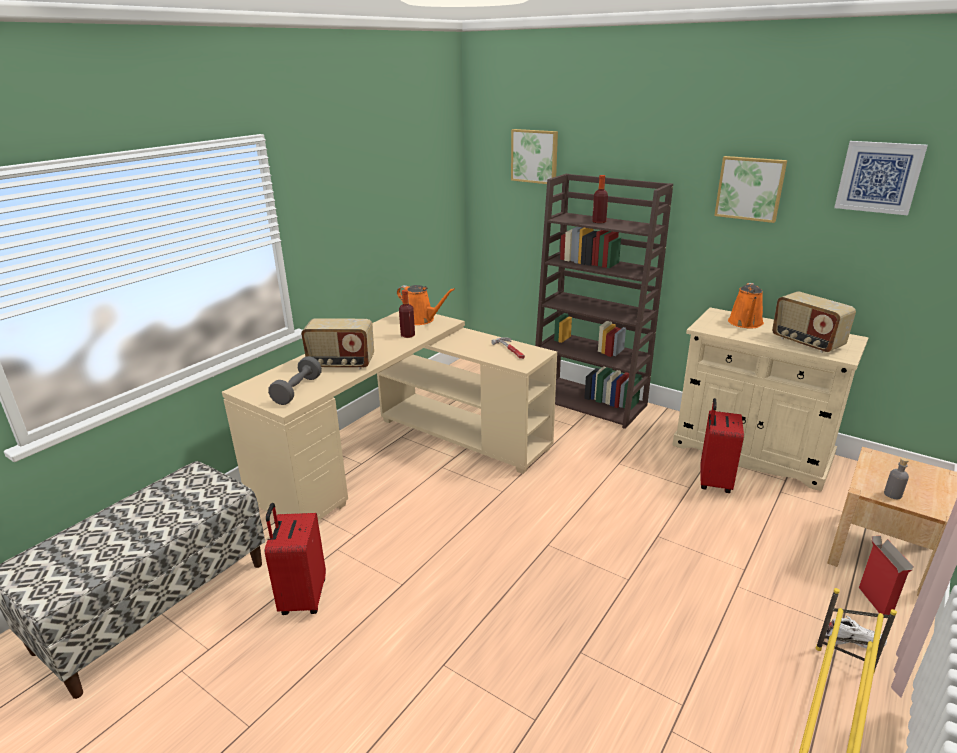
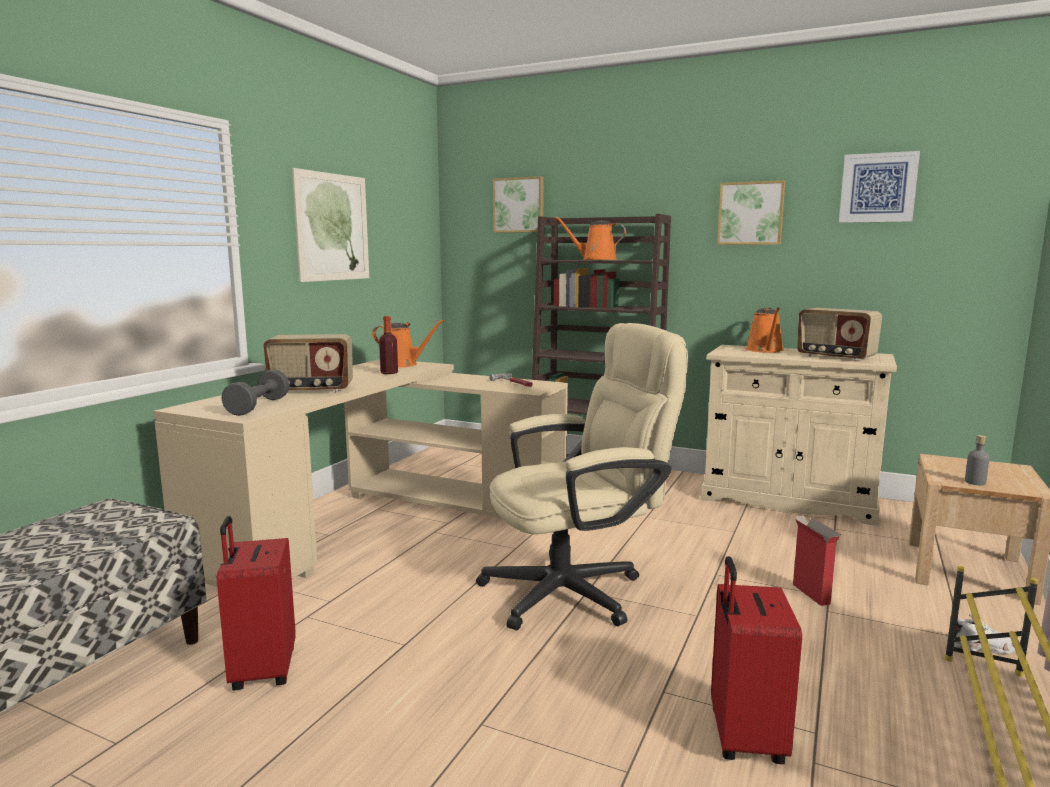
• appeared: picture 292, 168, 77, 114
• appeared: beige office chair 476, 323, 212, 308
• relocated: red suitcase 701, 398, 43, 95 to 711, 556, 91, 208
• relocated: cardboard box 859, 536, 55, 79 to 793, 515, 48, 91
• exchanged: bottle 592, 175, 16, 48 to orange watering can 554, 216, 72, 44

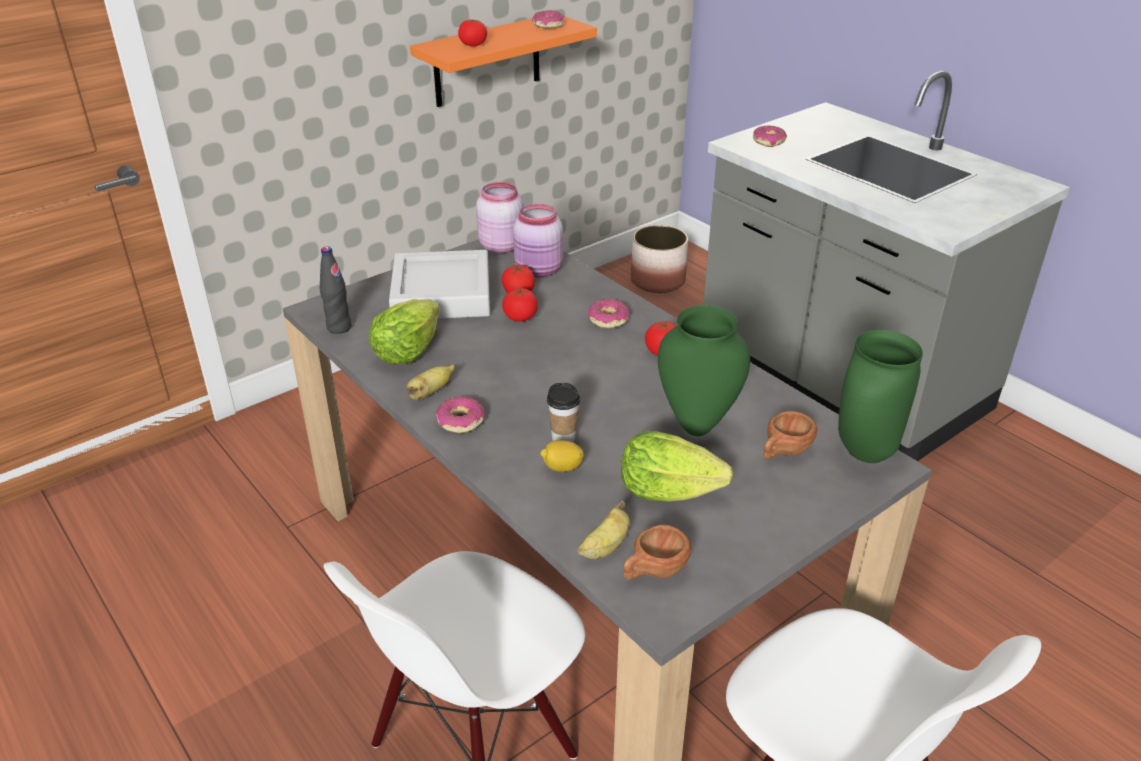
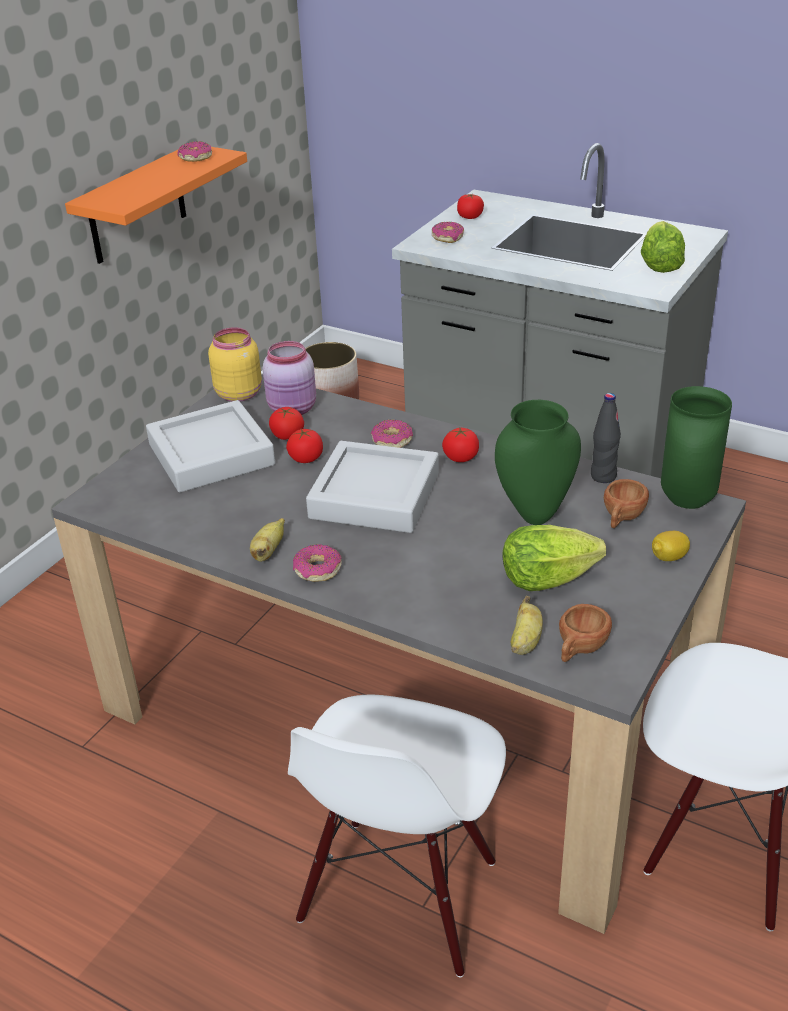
• missing: cup 547, 383, 33, 59
• appeared: grey tray 306, 441, 133, 92
• relocated: black bottle 320, 246, 31, 88 to 591, 393, 30, 90
• relocated: lettuce 369, 299, 71, 66 to 641, 221, 44, 52
• relocated: tomato 458, 19, 29, 27 to 457, 194, 27, 25
• relocated: lemon 540, 440, 44, 32 to 652, 531, 38, 30
• colour: pink jar 476, 182, 48, 71 to yellow jar 208, 327, 54, 75

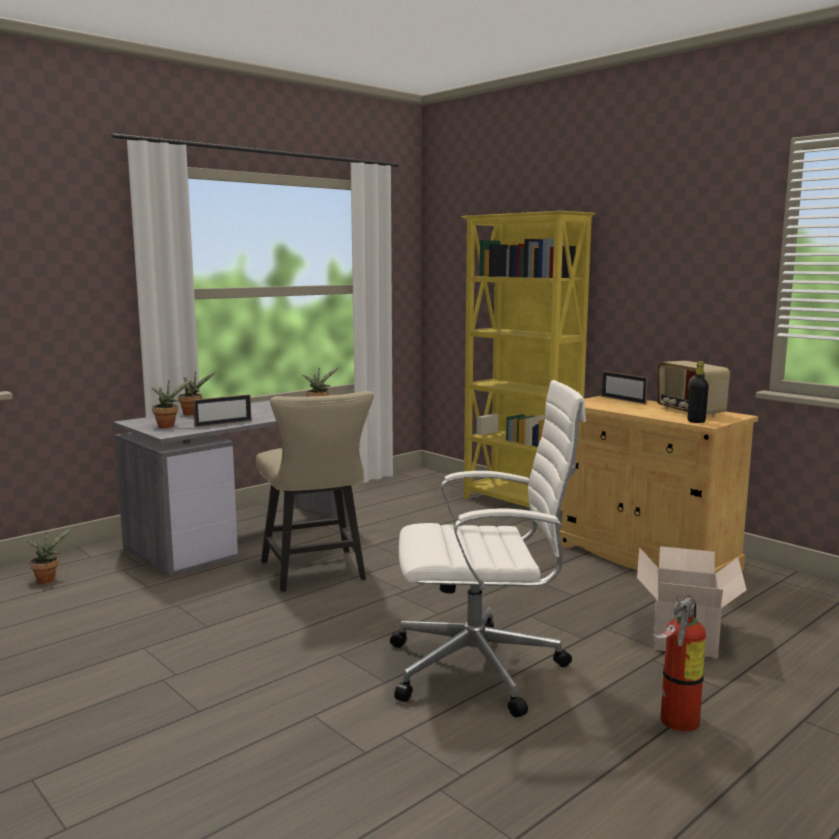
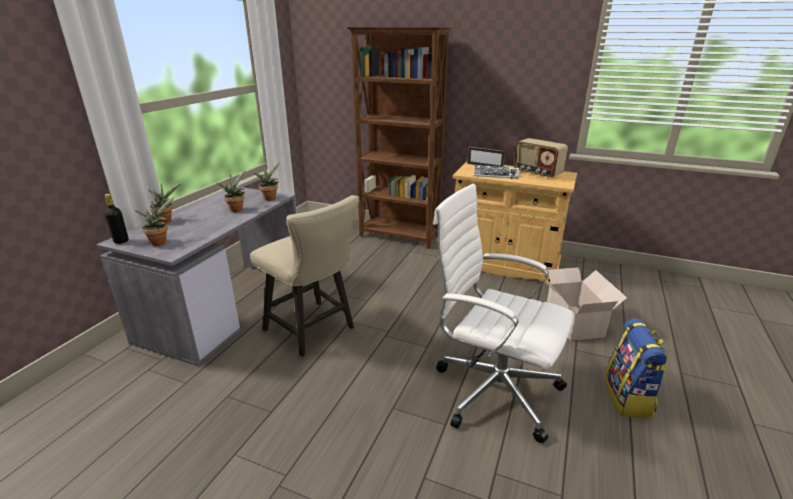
• missing: picture frame 193, 394, 58, 33
• appeared: keyboard 473, 165, 46, 14
• relocated: potted plant 27, 528, 45, 55 to 217, 170, 29, 42
• relocated: black bottle 688, 361, 21, 62 to 104, 194, 24, 50
• exchanged: fire extinguisher 650, 595, 56, 137 to backpack 604, 319, 64, 99
• colour: yellow bookcase 462, 211, 134, 300 to brown bookcase 347, 27, 105, 222
• spun: white office chair 390, 380, 196, 338 = 433, 184, 141, 260 120 degrees counterclockwise

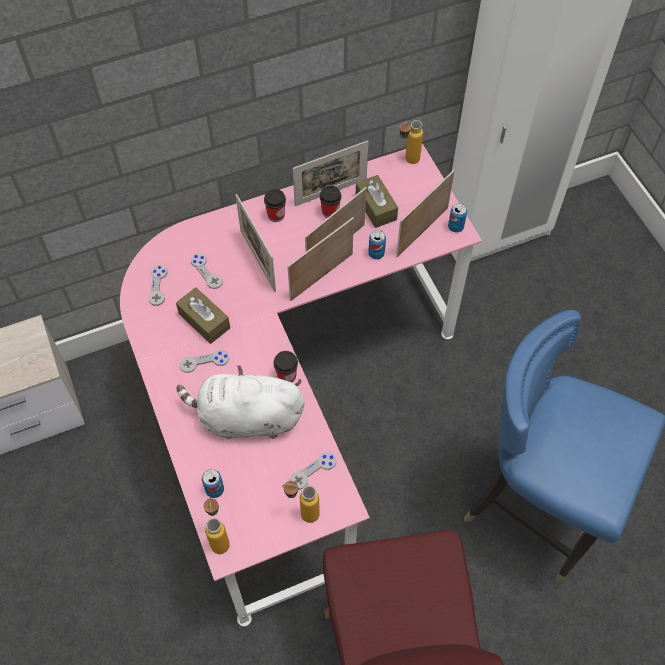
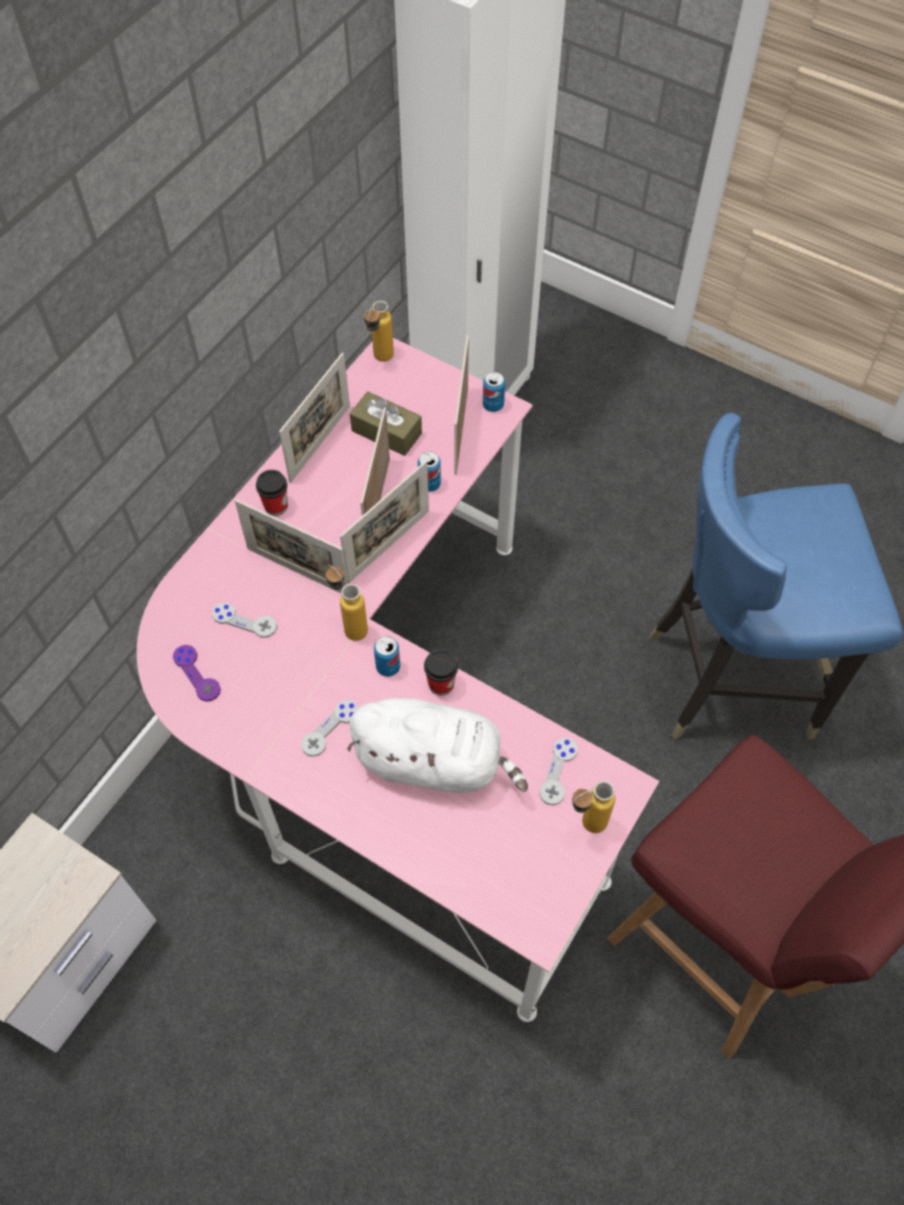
• missing: brown tissue box 176, 287, 54, 57
• missing: cup 320, 185, 21, 33
• relocated: can 202, 469, 22, 29 to 374, 636, 26, 41
• relocated: bottle 204, 497, 26, 57 to 326, 565, 42, 76
• colour: grey game controller 148, 265, 20, 41 to purple game controller 173, 645, 48, 57
• spun: white plush toy 177, 365, 127, 74 = 347, 698, 181, 95 135 degrees counterclockwise
• spun: picture frame 287, 217, 67, 84 = 340, 461, 89, 123 150 degrees counterclockwise

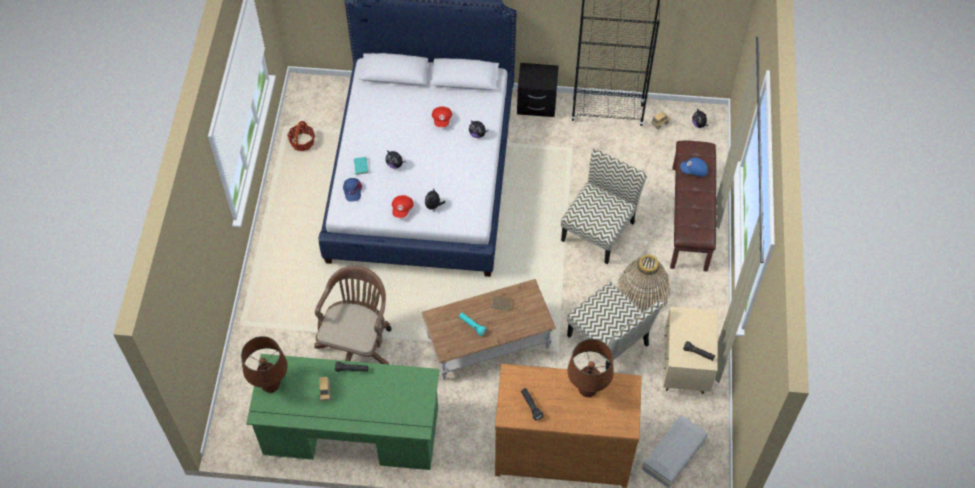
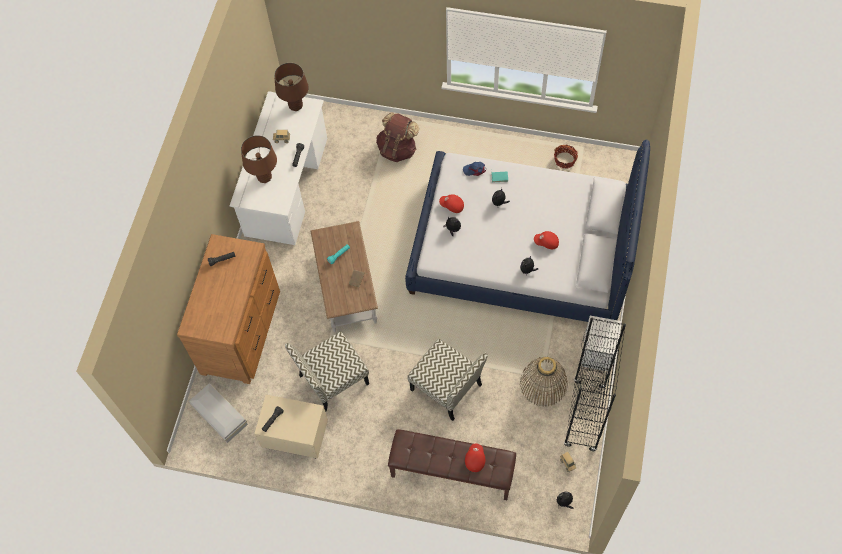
• missing: brown office chair 314, 266, 78, 99
• appeared: brown backpack 376, 112, 43, 50
• relocated: brown table lamp 568, 339, 46, 58 to 241, 135, 36, 48
• relocated: basket 617, 255, 53, 57 to 520, 357, 48, 50
• colour: green desk 246, 354, 194, 116 to white desk 230, 91, 97, 154
• colour: black nightstand 517, 63, 42, 54 to white nightstand 581, 316, 40, 56
• colour: blue cap 680, 157, 28, 20 to red cap 465, 443, 20, 29

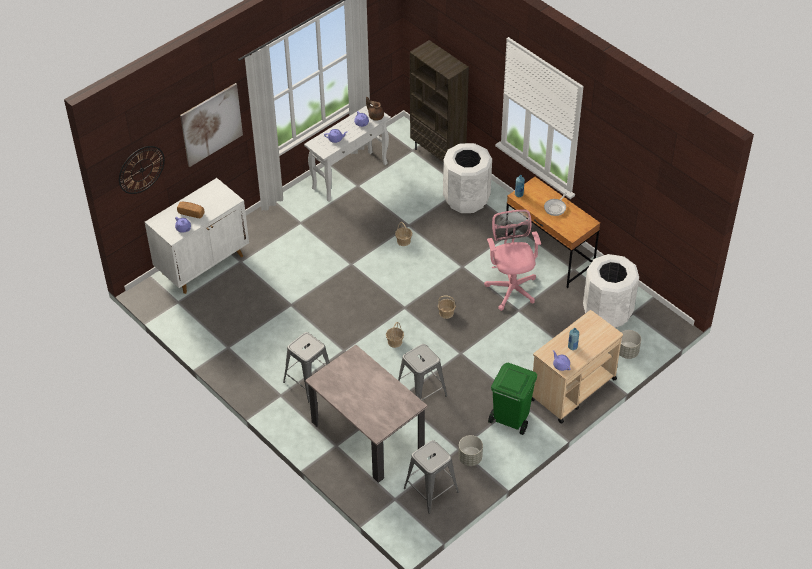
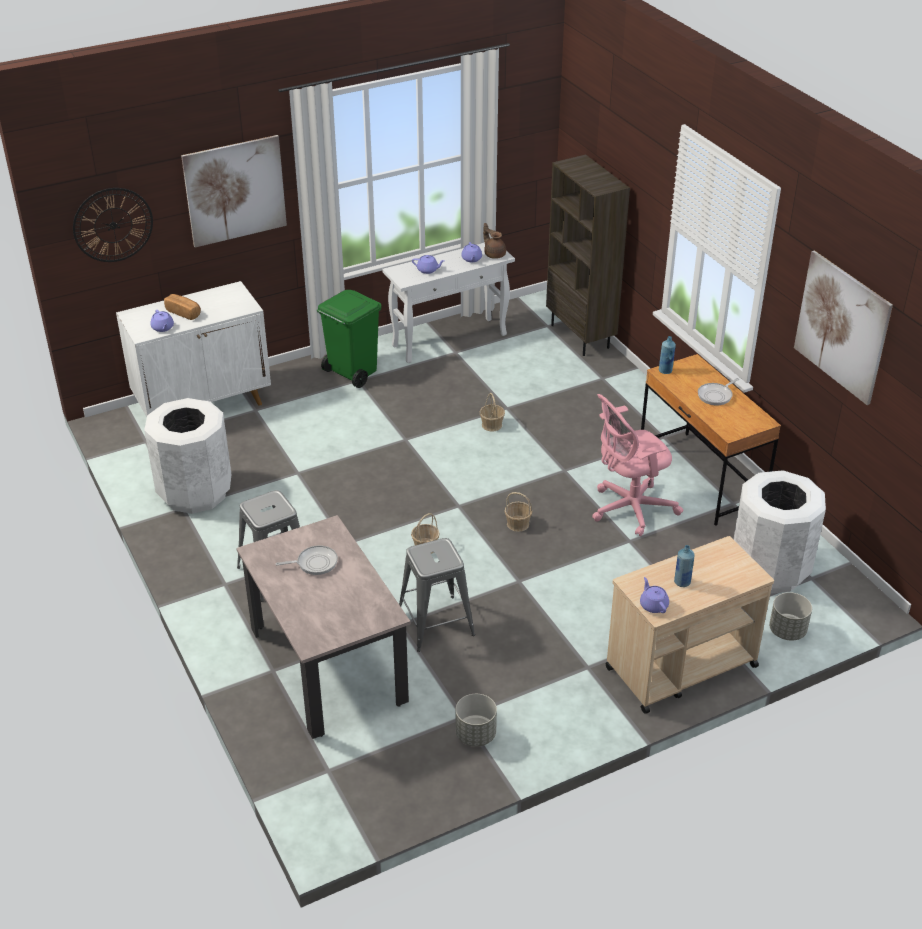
• missing: grey stool 404, 440, 55, 74
• appeared: frying pan 276, 545, 62, 30
• appeared: picture 794, 250, 99, 155
• relocated: white trash can 443, 143, 49, 70 to 144, 398, 88, 116
• relocated: green trash can 488, 363, 49, 72 to 317, 290, 64, 98
• spun: pink office chair 484, 209, 57, 102 = 592, 394, 91, 142 120 degrees counterclockwise

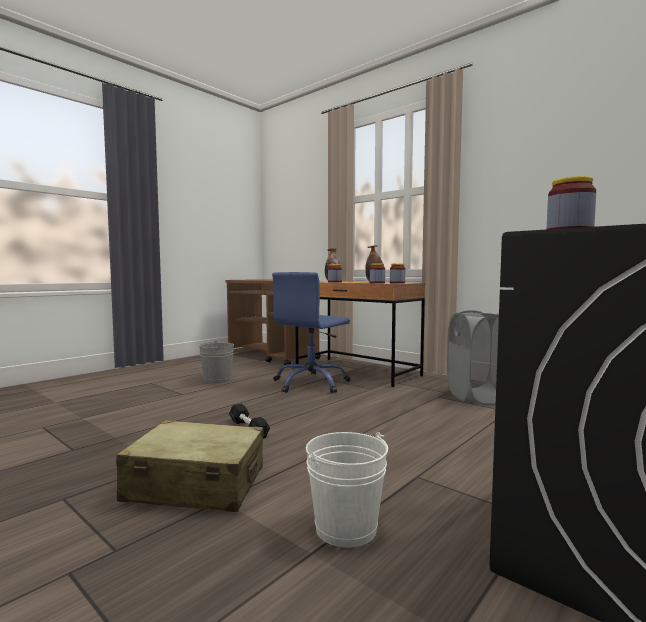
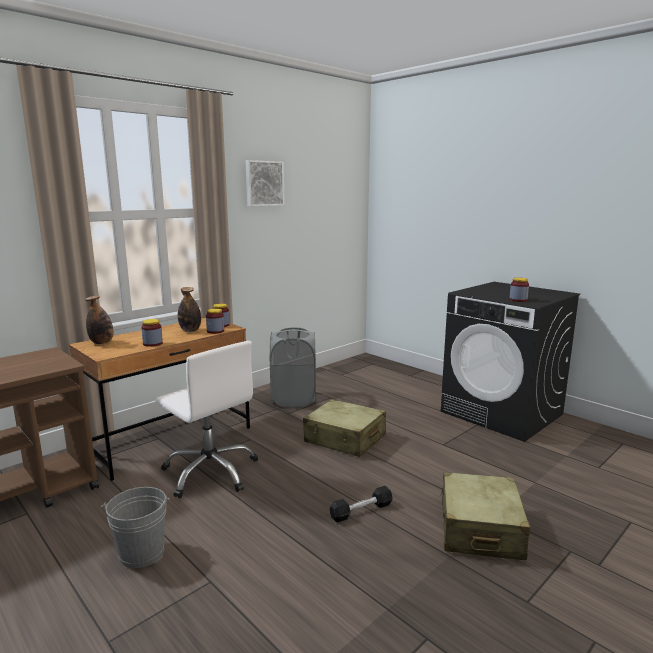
• missing: white bucket 306, 432, 82, 116
• appeared: picture 246, 160, 39, 46
• appeared: beige suitcase 303, 399, 83, 58
• colour: blue office chair 272, 272, 79, 121 to white office chair 155, 341, 103, 157

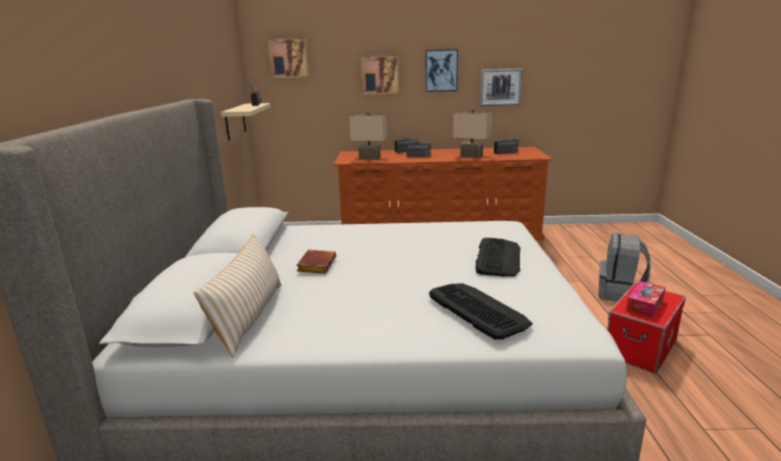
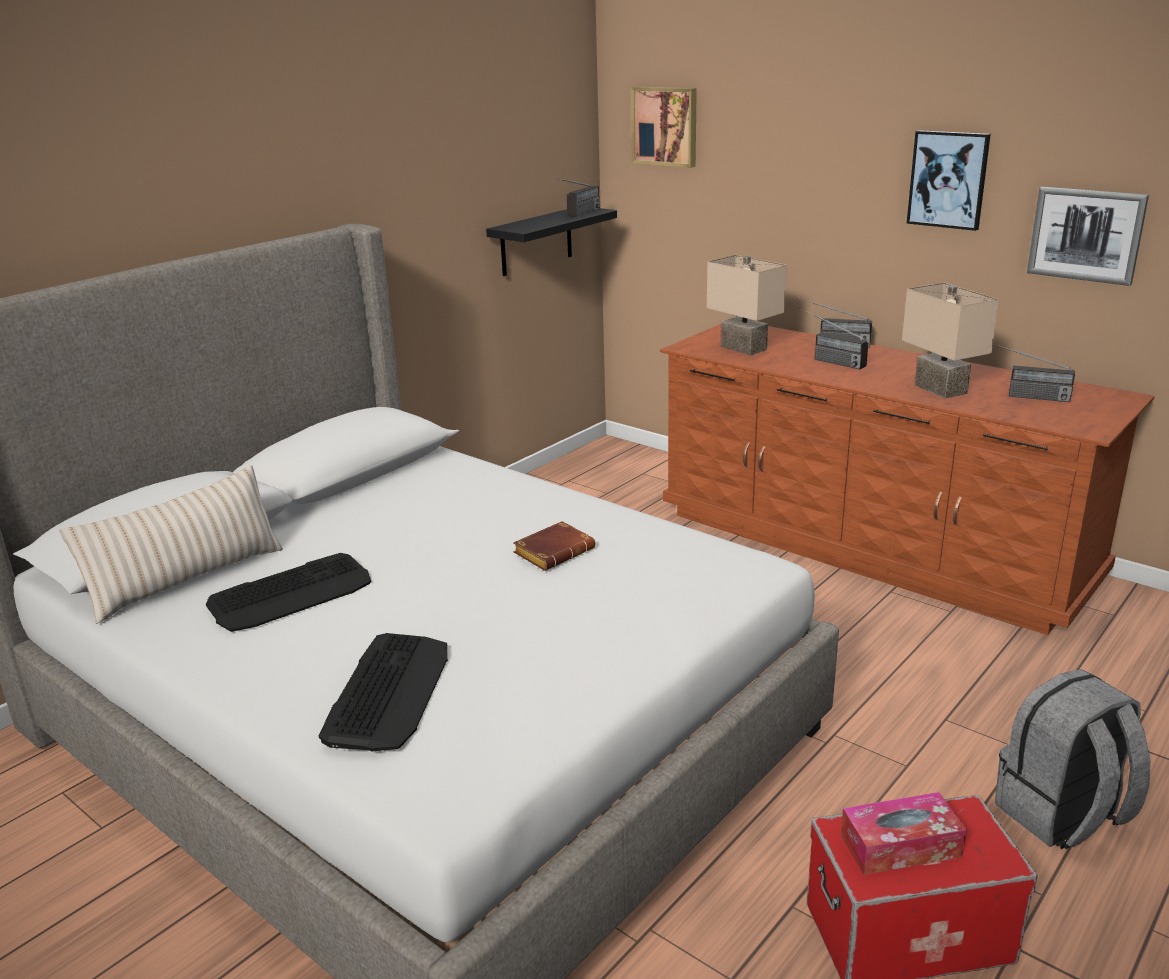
• missing: picture 360, 55, 39, 40
• relocated: brown book 297, 250, 39, 24 to 513, 521, 82, 50
• relocated: keyboard 475, 238, 46, 39 to 206, 553, 165, 79
• colour: beige shelf 221, 103, 50, 38 to black shelf 486, 208, 131, 68

